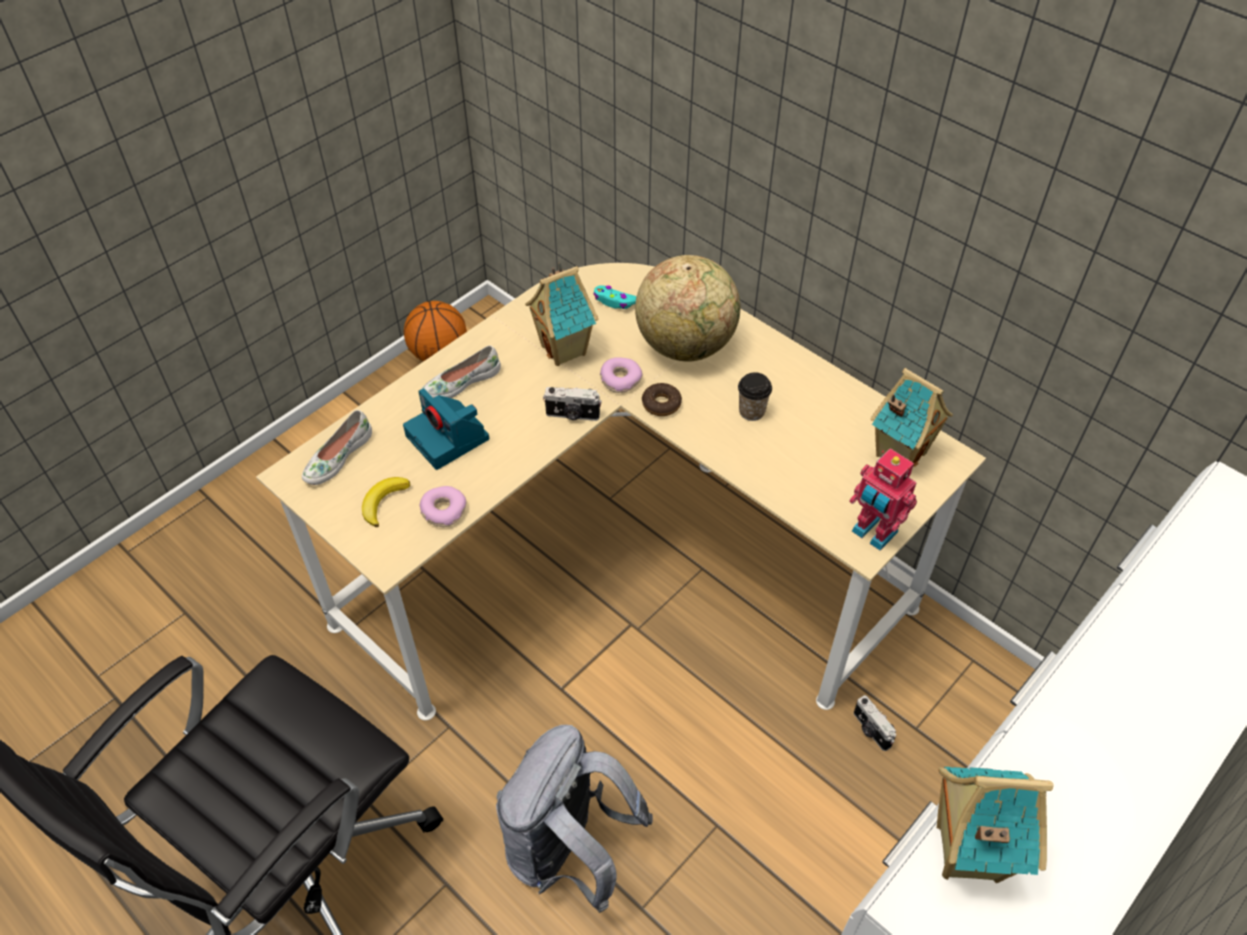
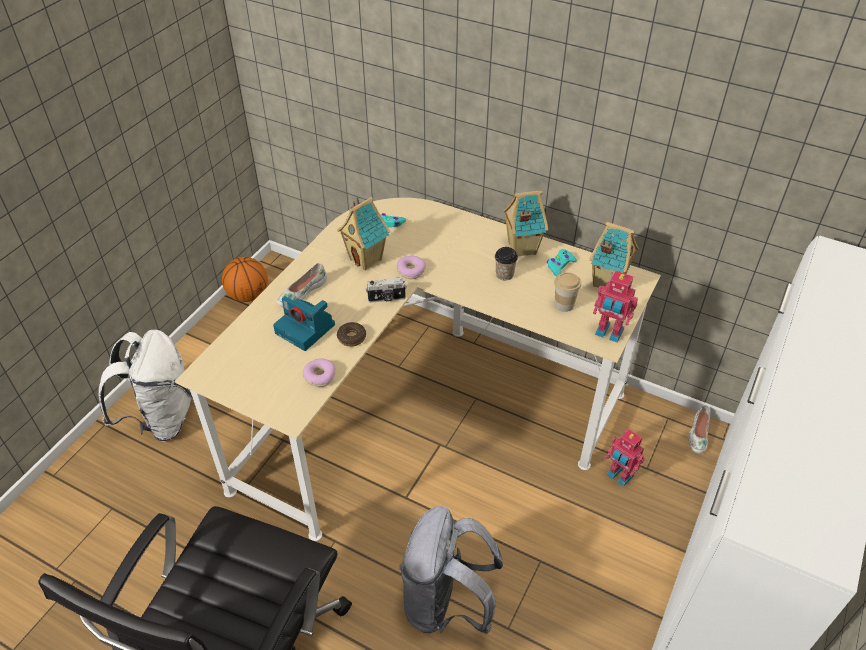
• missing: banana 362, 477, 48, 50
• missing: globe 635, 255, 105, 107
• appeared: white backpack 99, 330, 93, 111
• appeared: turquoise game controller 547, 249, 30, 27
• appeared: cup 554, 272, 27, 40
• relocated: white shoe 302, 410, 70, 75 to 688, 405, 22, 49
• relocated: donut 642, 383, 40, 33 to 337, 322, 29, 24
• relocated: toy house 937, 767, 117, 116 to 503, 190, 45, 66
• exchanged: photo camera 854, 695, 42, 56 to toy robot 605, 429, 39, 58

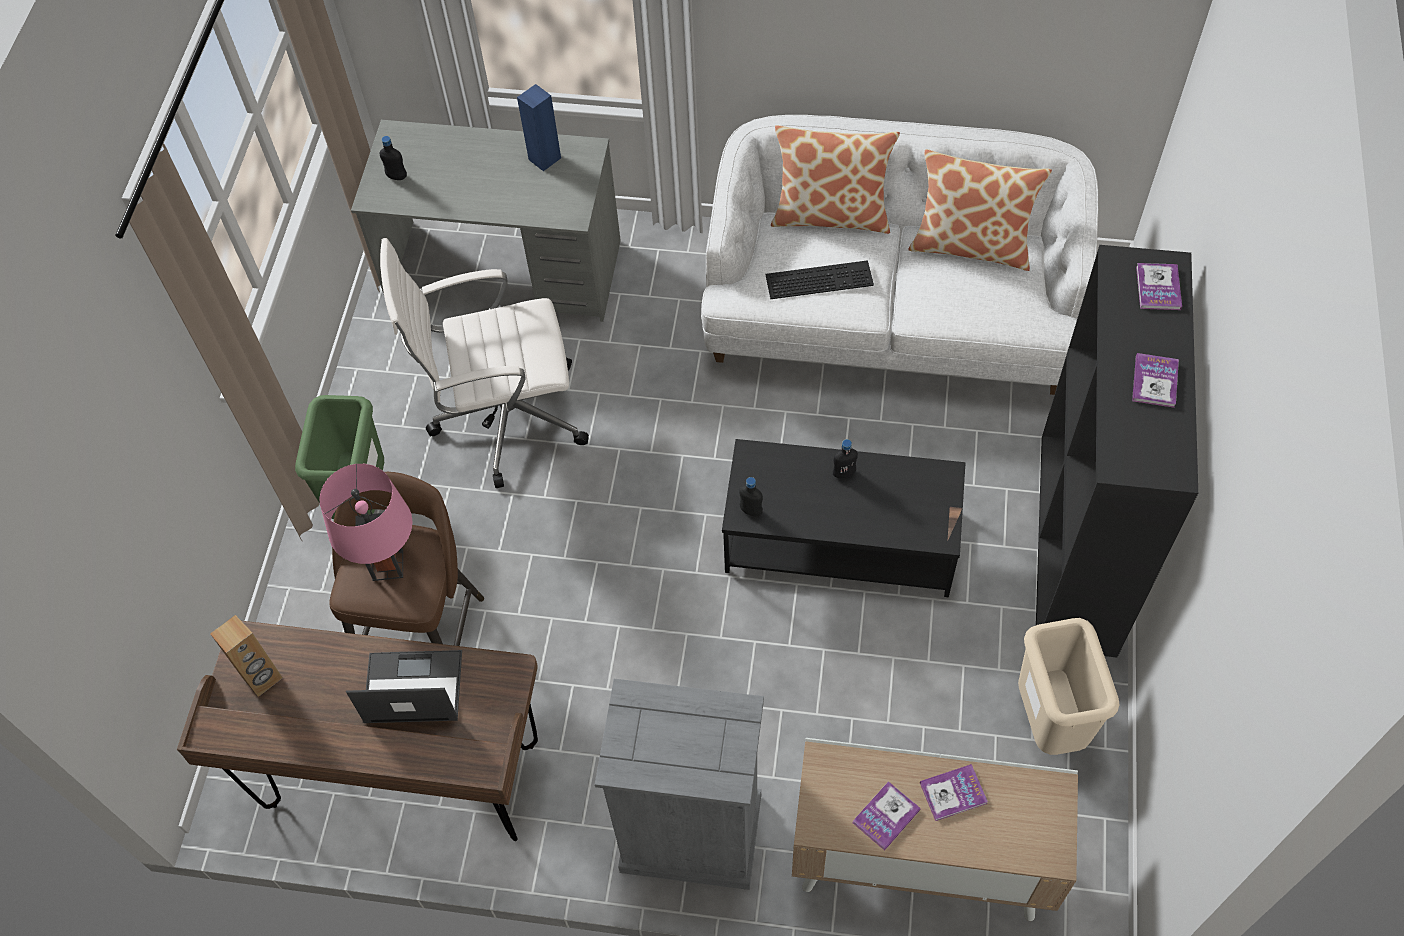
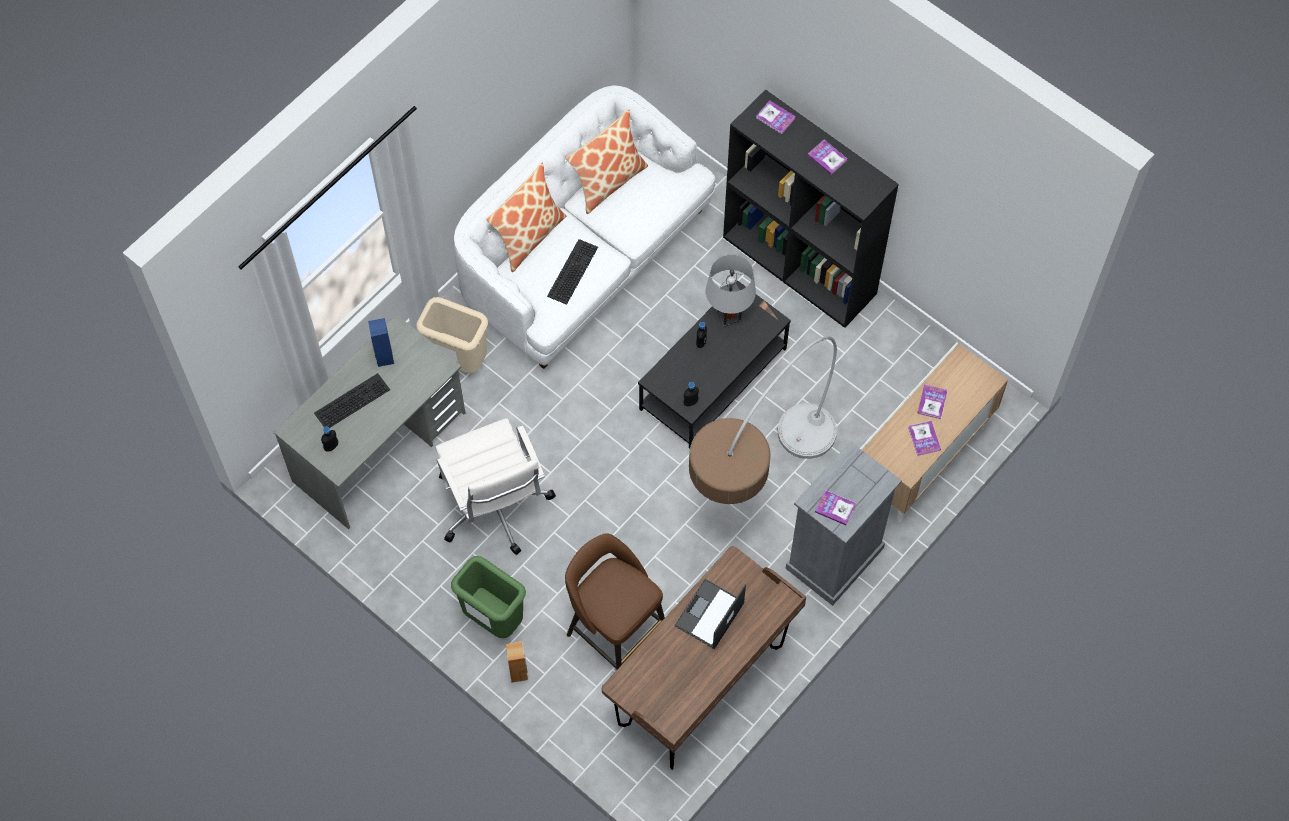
• missing: pink table lamp 319, 464, 94, 117
• appeared: keyboard 314, 373, 76, 55
• appeared: floor lamp 689, 336, 148, 168
• appeared: grey table lamp 706, 254, 50, 73
• appeared: book 815, 490, 41, 35
• relocated: brown speaker 210, 615, 73, 82 to 505, 641, 23, 41
• relocated: beige trash can 1018, 618, 102, 137 to 416, 297, 72, 76
• spun: white office chair 380, 238, 209, 250 = 435, 418, 121, 137 45 degrees counterclockwise

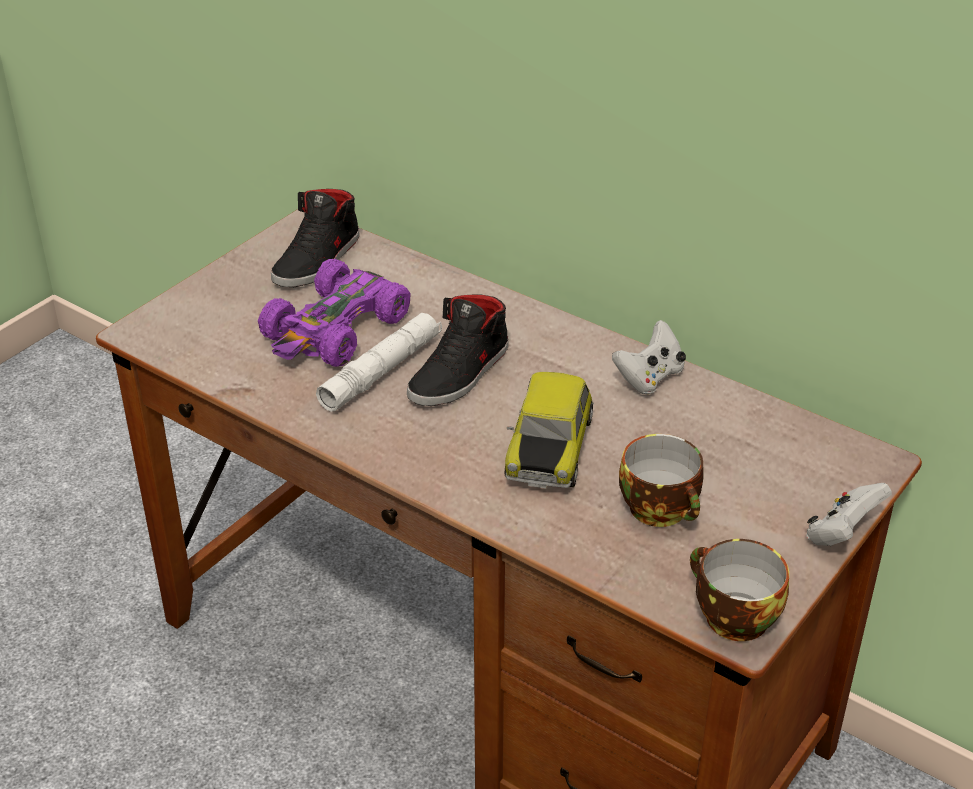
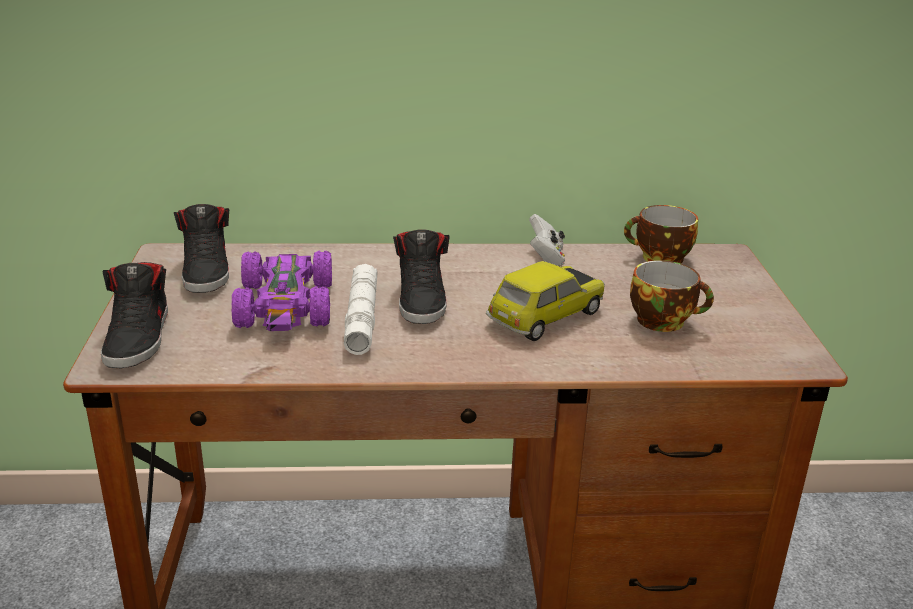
• missing: white game controller 806, 483, 86, 63
• appeared: black shoe 101, 262, 67, 106
• relocated: cup 690, 539, 99, 102 to 624, 205, 74, 58
• spun: toy car 505, 372, 89, 116 = 486, 261, 119, 80 105 degrees counterclockwise

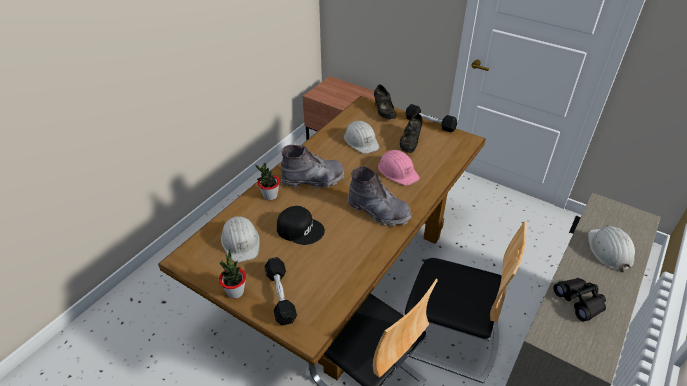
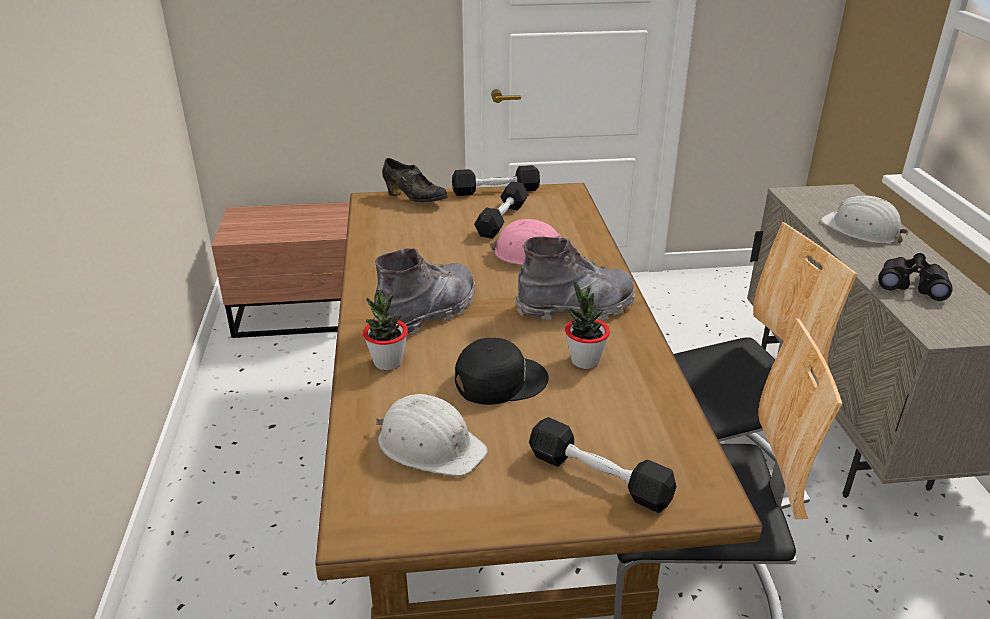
• missing: white hard hat 344, 121, 36, 33
• relocated: potted plant 219, 249, 27, 50 to 565, 280, 45, 89
• exchanged: black shoe 400, 114, 22, 39 to black dumbbell 474, 181, 54, 58

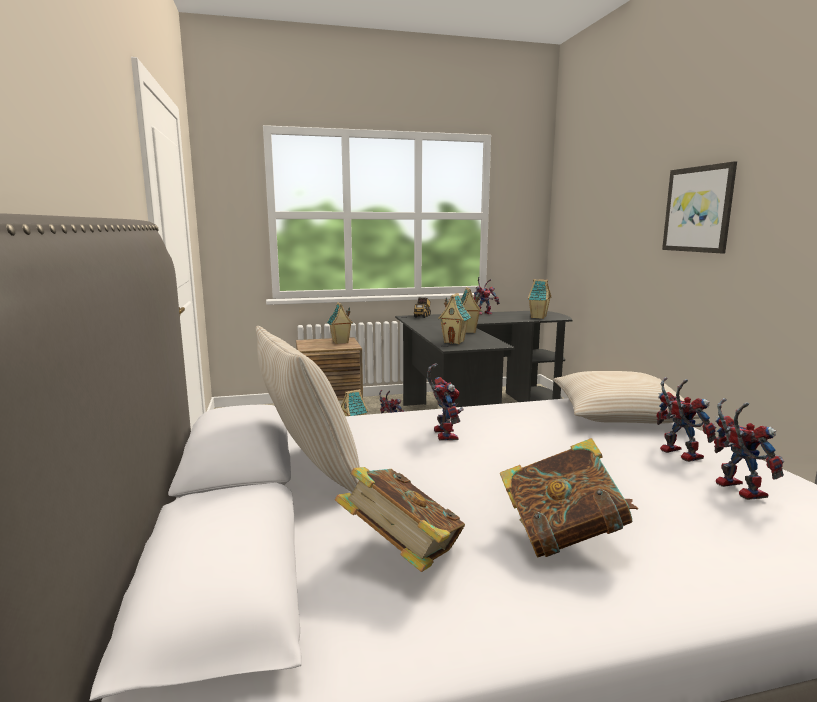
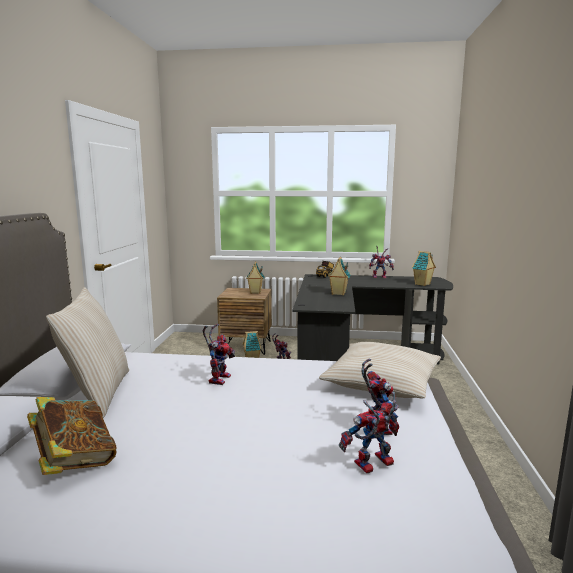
• missing: toy house 438, 293, 33, 51
• missing: book 500, 438, 139, 120
• missing: picture 662, 161, 75, 93
• spun: toy robot 714, 398, 70, 102 = 339, 392, 60, 81 120 degrees counterclockwise

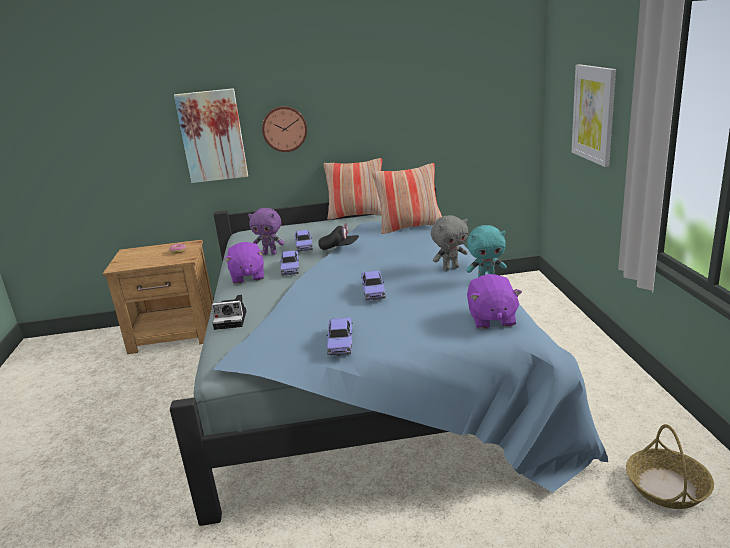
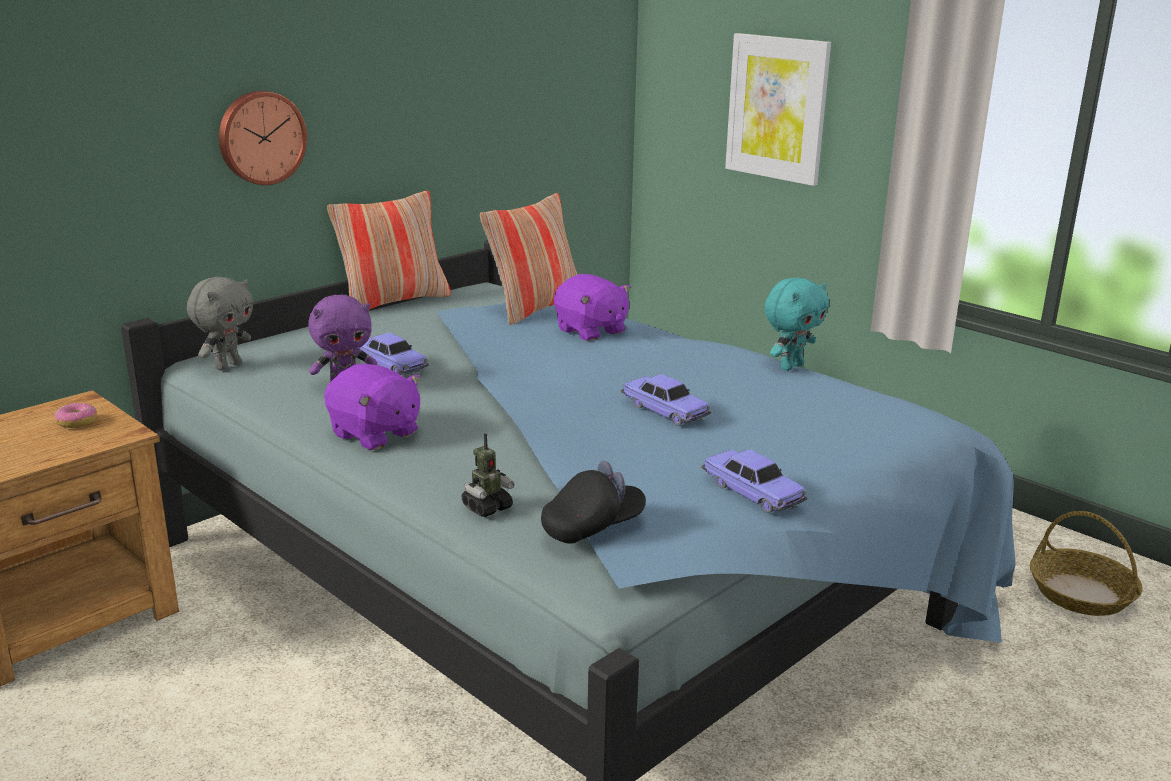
• missing: picture 174, 88, 74, 95
• missing: toy car 280, 251, 19, 25
• relocated: black cap 318, 223, 41, 27 to 541, 461, 105, 83
• relocated: grey plush toy 431, 215, 38, 56 to 187, 277, 66, 94
• relocated: purple plush toy 467, 274, 55, 55 to 554, 274, 77, 67
• exchanged: photo camera 211, 295, 35, 35 to toy robot 461, 433, 54, 84

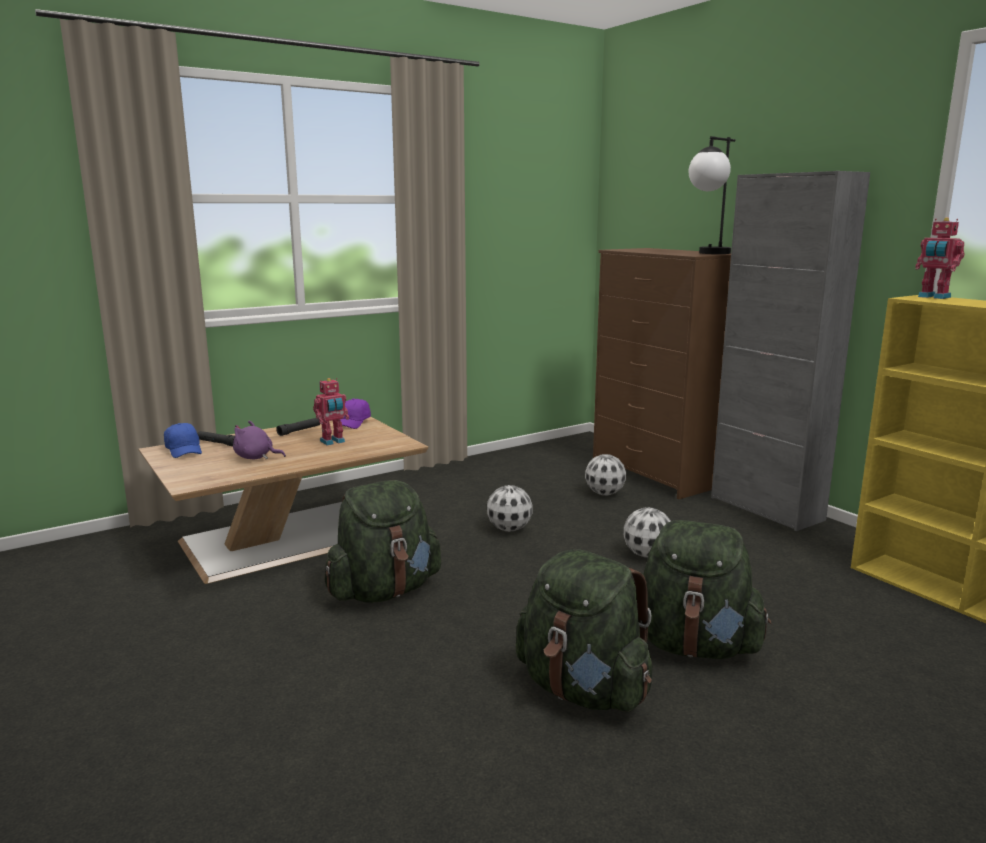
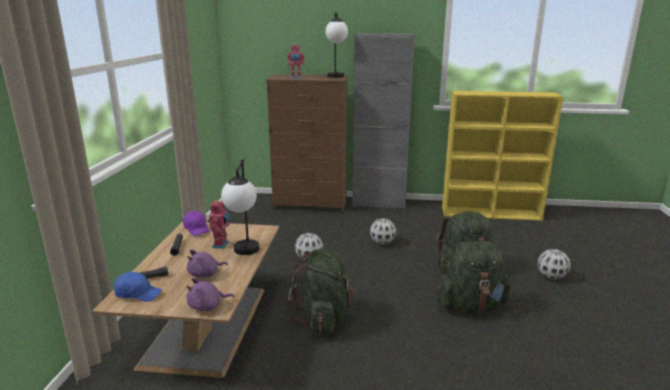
• appeared: purple plush toy 186, 278, 48, 33
• appeared: table lamp 221, 158, 38, 97
• relocated: football 585, 454, 41, 42 to 538, 249, 33, 30
• relocated: toy robot 915, 217, 49, 82 to 287, 43, 17, 36

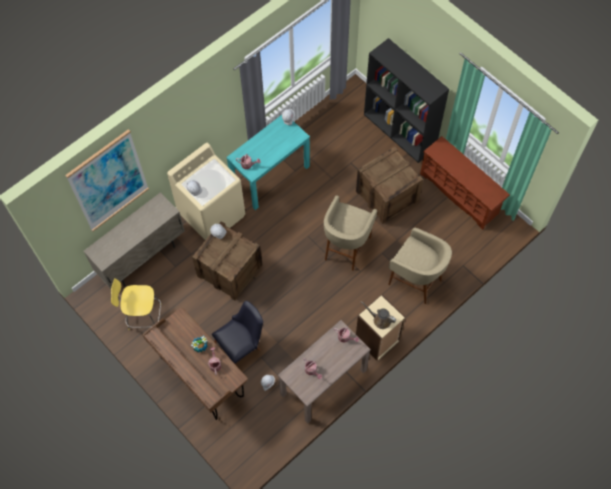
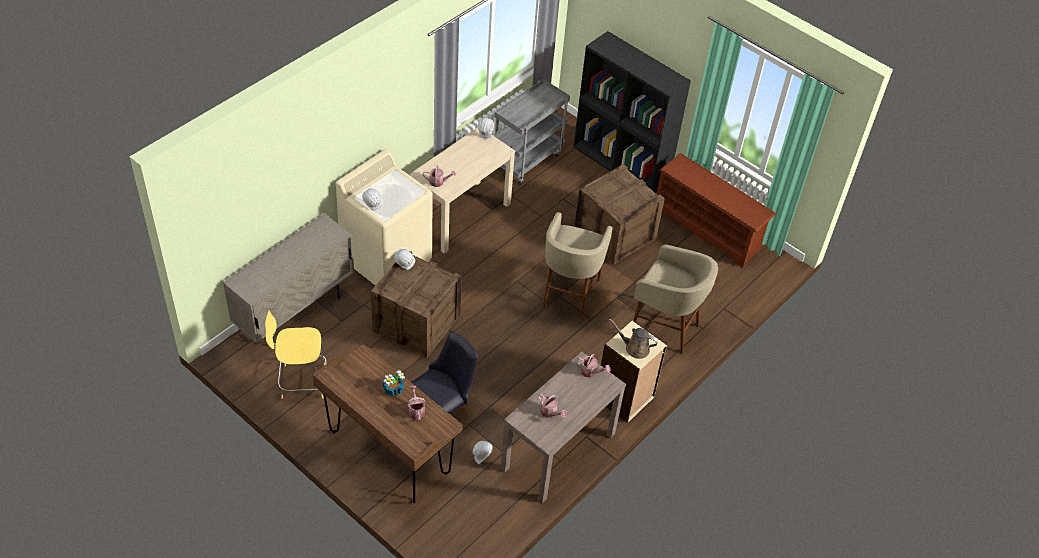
• missing: picture 65, 129, 84, 102
• appeared: grey cart 494, 79, 76, 106
• colour: turquoise console table 226, 115, 84, 95 to beige console table 409, 127, 106, 127

